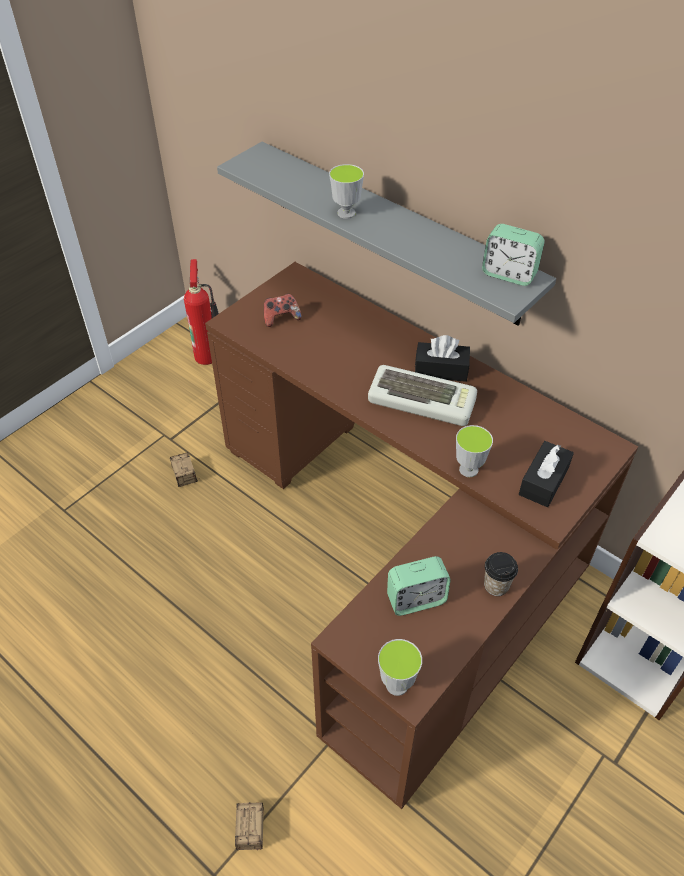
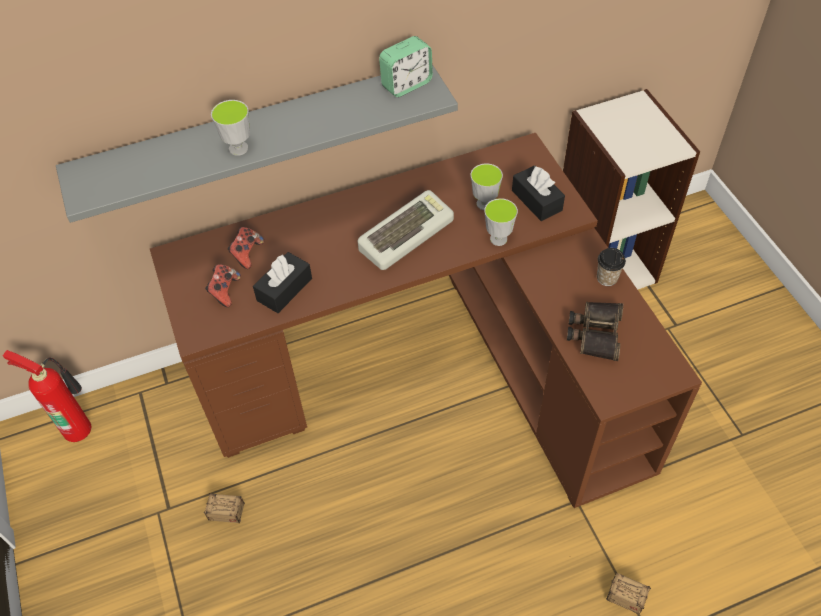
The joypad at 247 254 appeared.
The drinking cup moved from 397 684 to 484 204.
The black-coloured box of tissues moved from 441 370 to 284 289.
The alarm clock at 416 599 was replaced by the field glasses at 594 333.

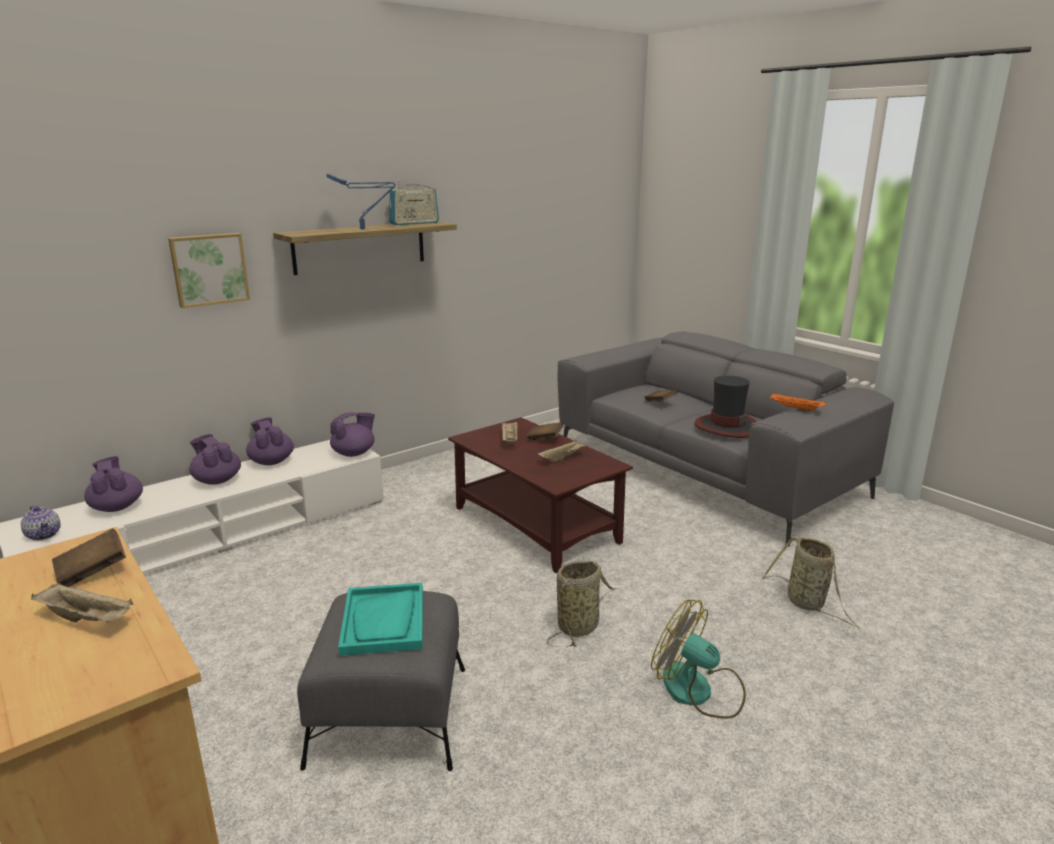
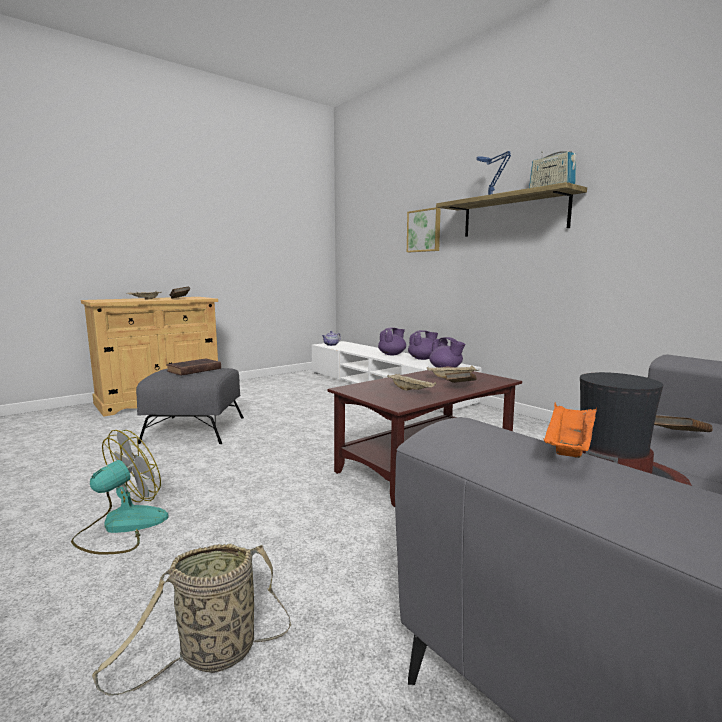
The purplish pot for tea at 117 507 disappeared.
The basket at 580 626 disappeared.
The turquoise-coloured serving tray at 384 621 was replaced by the brown book at 193 370.

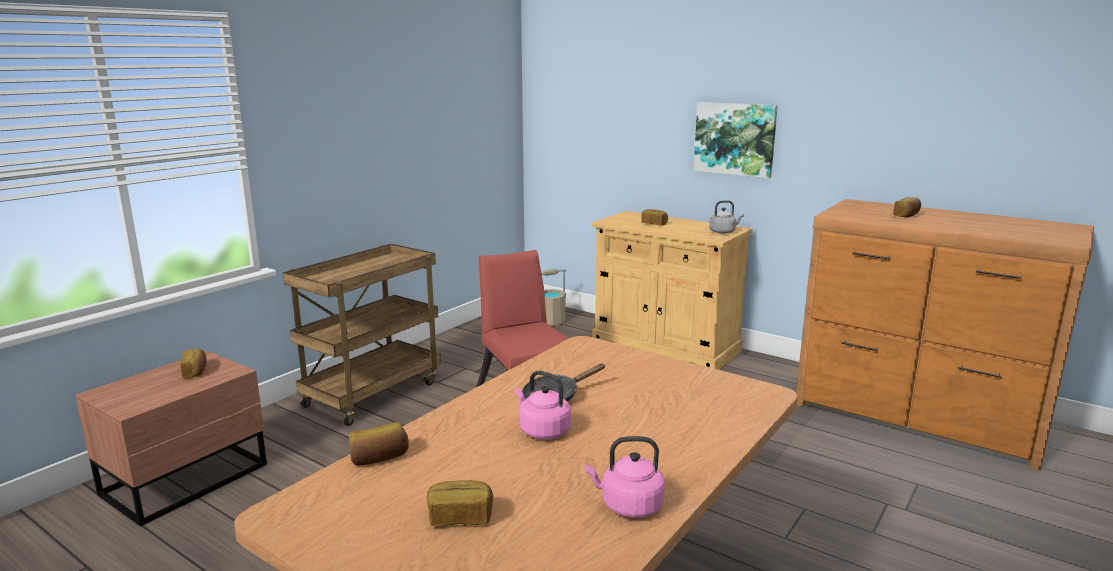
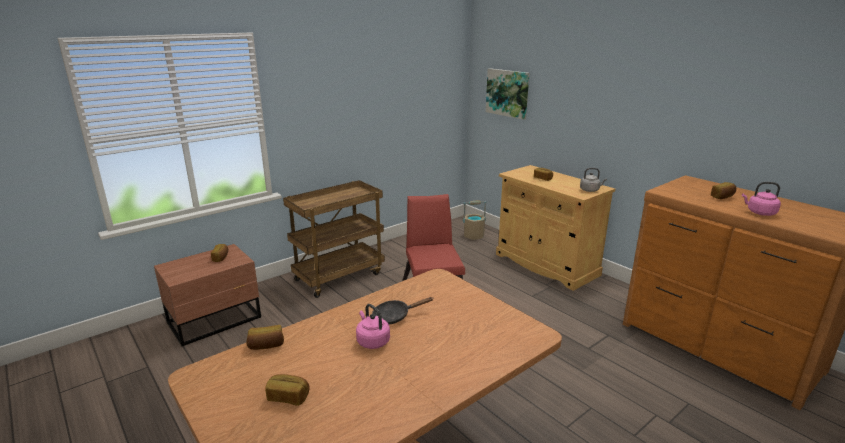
The pinkish tea kettle moved from 628 506 to 759 213.
The picture moved from 735 139 to 507 93.

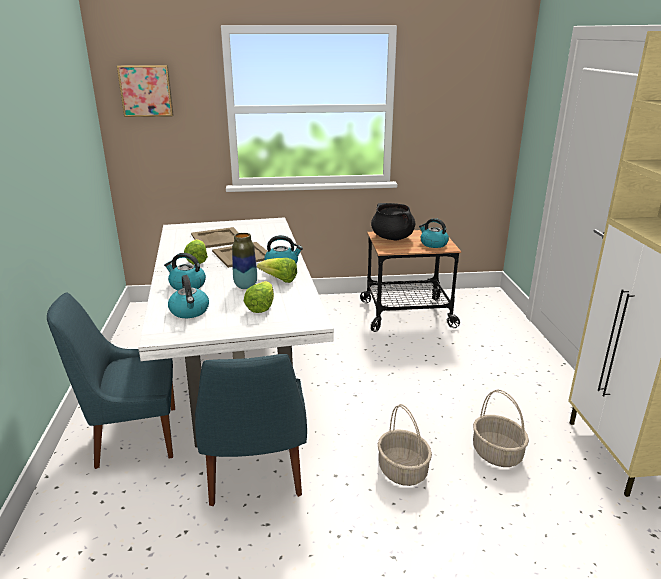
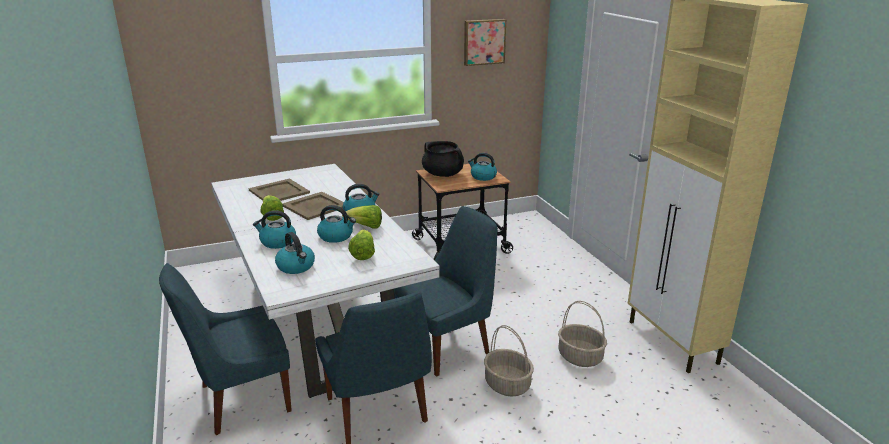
The bluish plain chair at 446 345 appeared.
The picture moved from 146 91 to 484 42.
The vase at 245 286 was replaced by the tea kettle at 336 236.

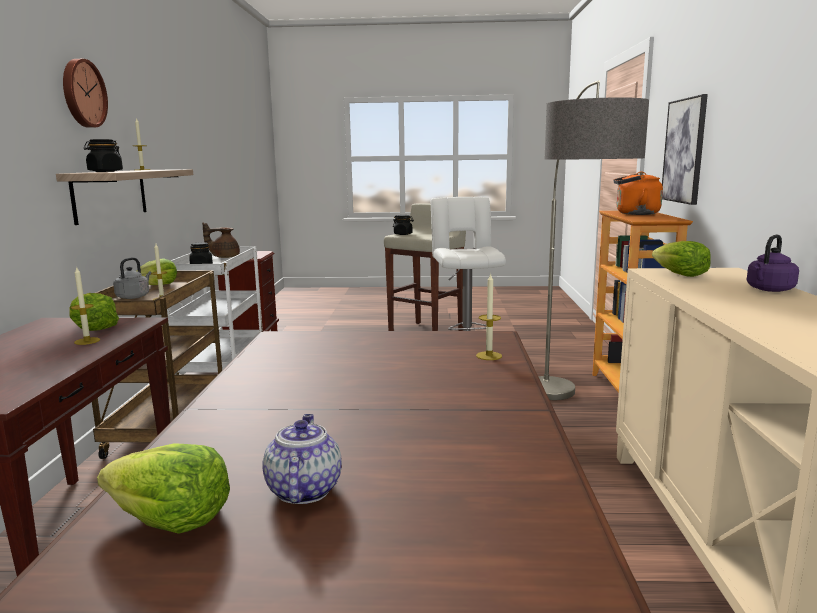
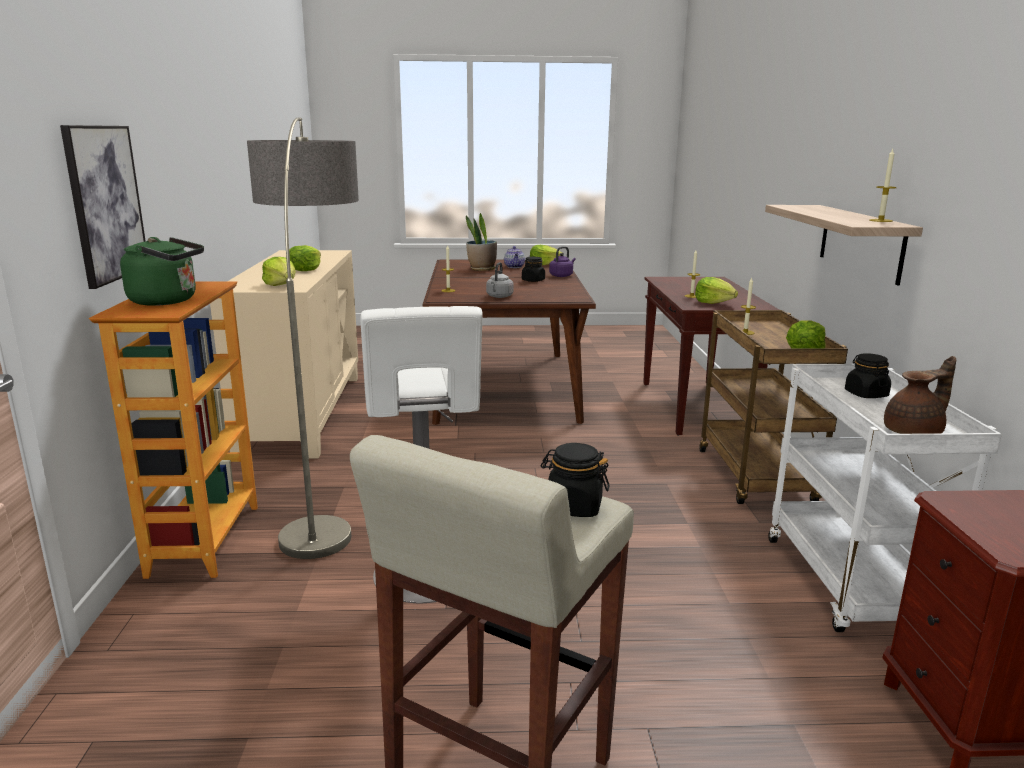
The hanging clock at 82 93 disappeared.
The head of lettuce at 306 269 appeared.
The plant in a pot at 482 269 appeared.
The black-coloured preserve jar moved from 105 171 to 533 280.
The greyish tea kettle moved from 134 296 to 499 297.
The purplish tea kettle moved from 769 290 to 562 275.
The orange tea kettle at 634 214 became the green tea kettle at 168 301.

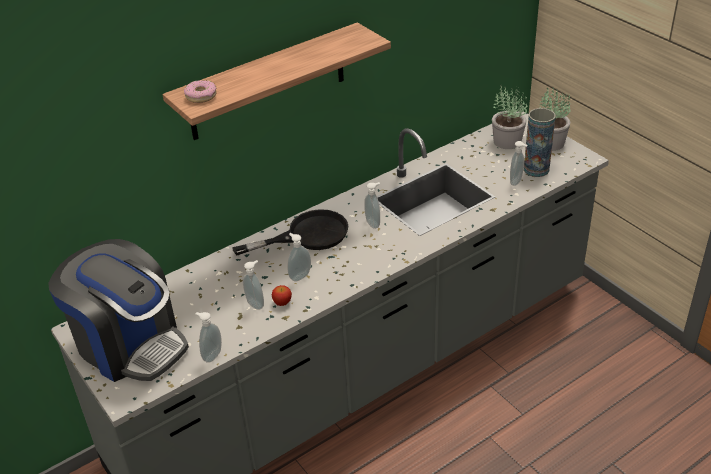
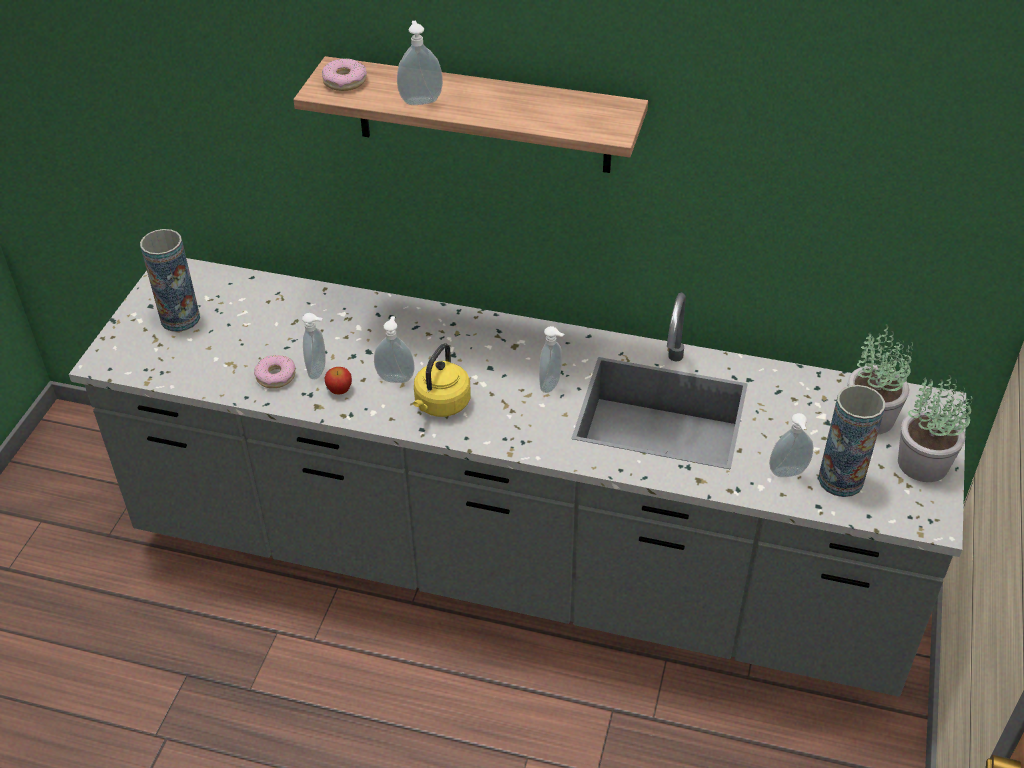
The black-coloured pan at 307 235 disappeared.
The ring doughnut at 276 376 appeared.
The yellow tea kettle at 441 405 appeared.
The liquid soap bottle moved from 211 355 to 420 100.
The coffee brewer at 130 344 was replaced by the vase at 180 318.

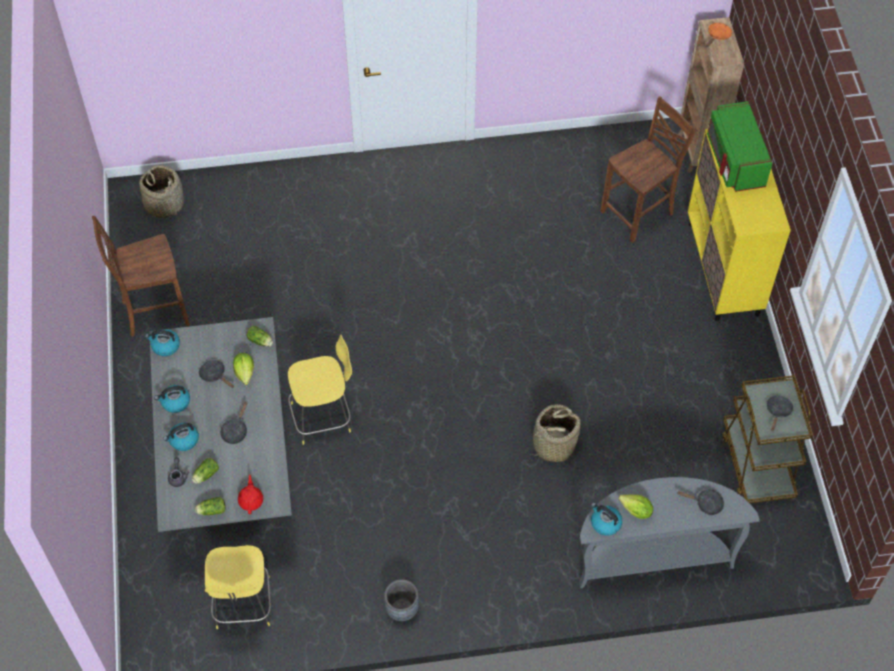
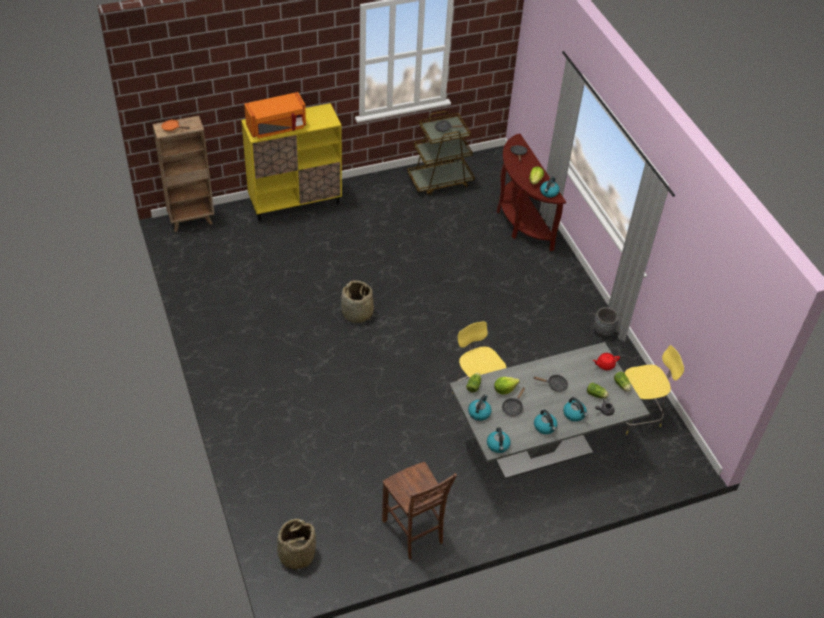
The brown plain chair at 639 213 disappeared.
The tea kettle at 479 412 appeared.
The basket moved from 553 445 to 357 313.
The greyish console table at 652 557 became the brown console table at 520 221.
The green microwave at 734 160 became the orange microwave at 277 128.

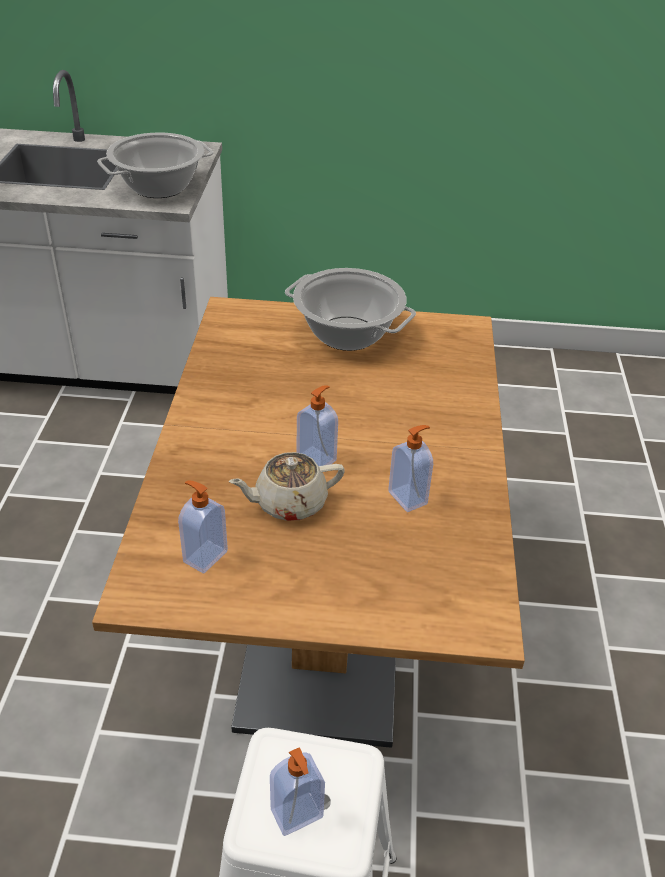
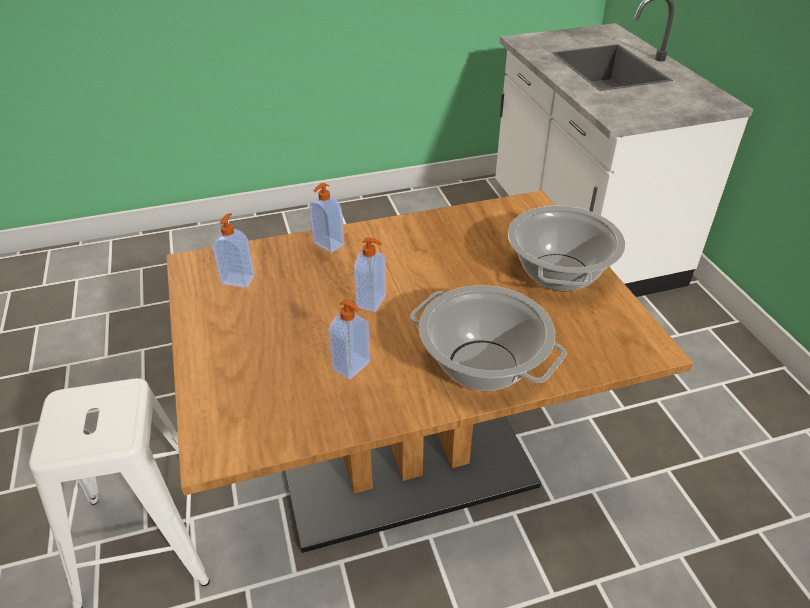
The beige-coloured pot for tea at 289 503 disappeared.
The cooking pot moved from 159 187 to 482 365.
The liquid soap bottle moved from 297 815 to 328 244.

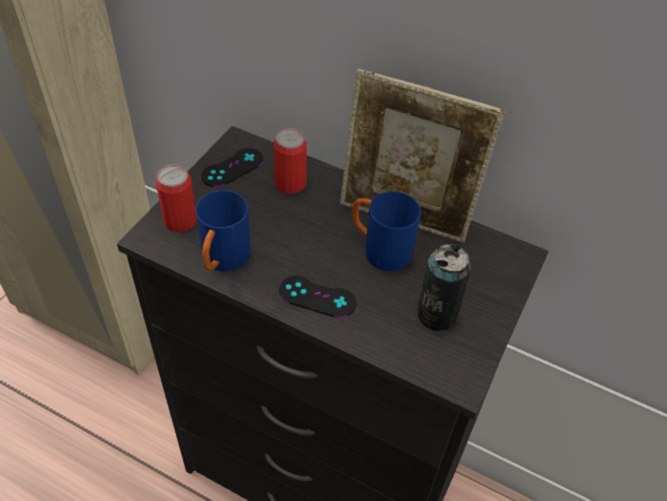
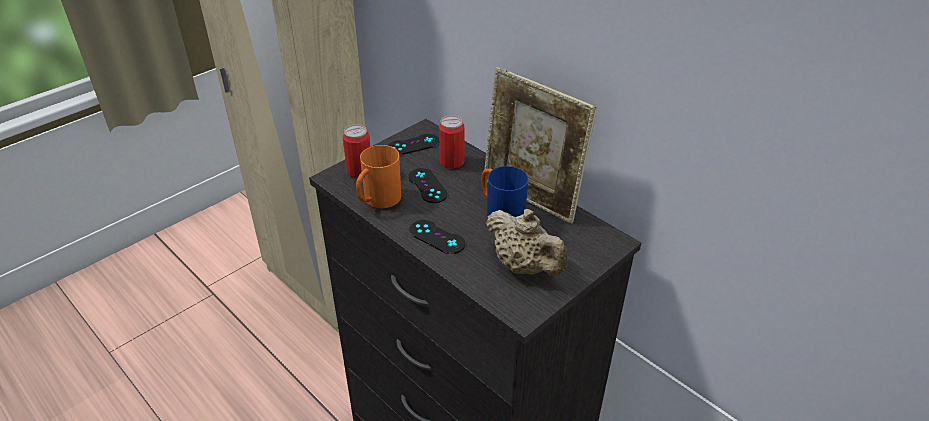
The black-coloured joypad at 427 186 appeared.
The can at 436 315 was replaced by the beige-coloured pot for tea at 524 267.
The bluish coffee mug at 223 261 became the orange coffee mug at 378 202.

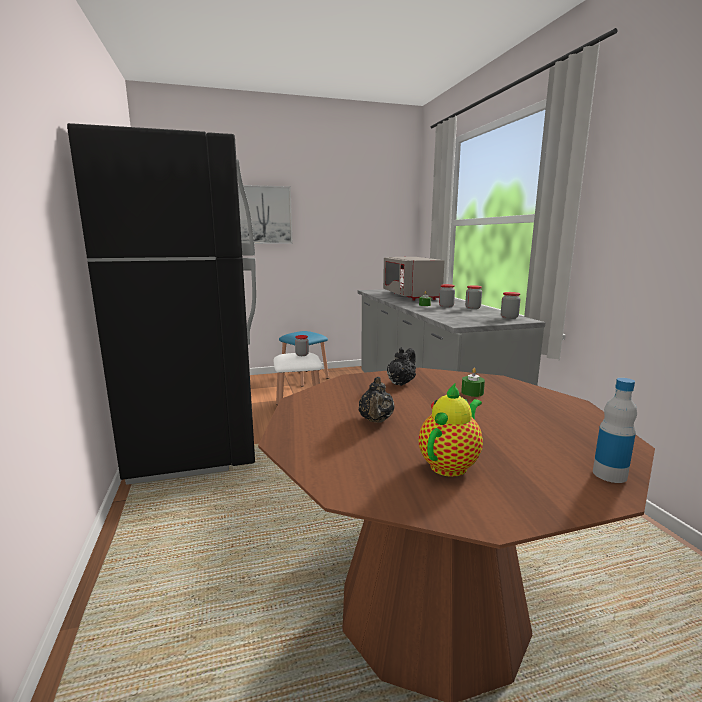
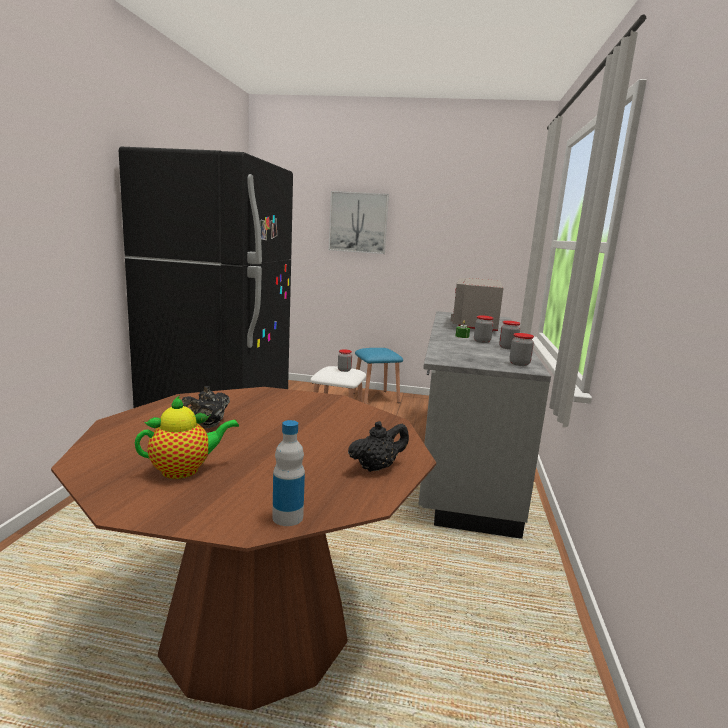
The green wax candle at 472 392 disappeared.
The black-coloured pot for tea moved from 401 383 to 377 467.

